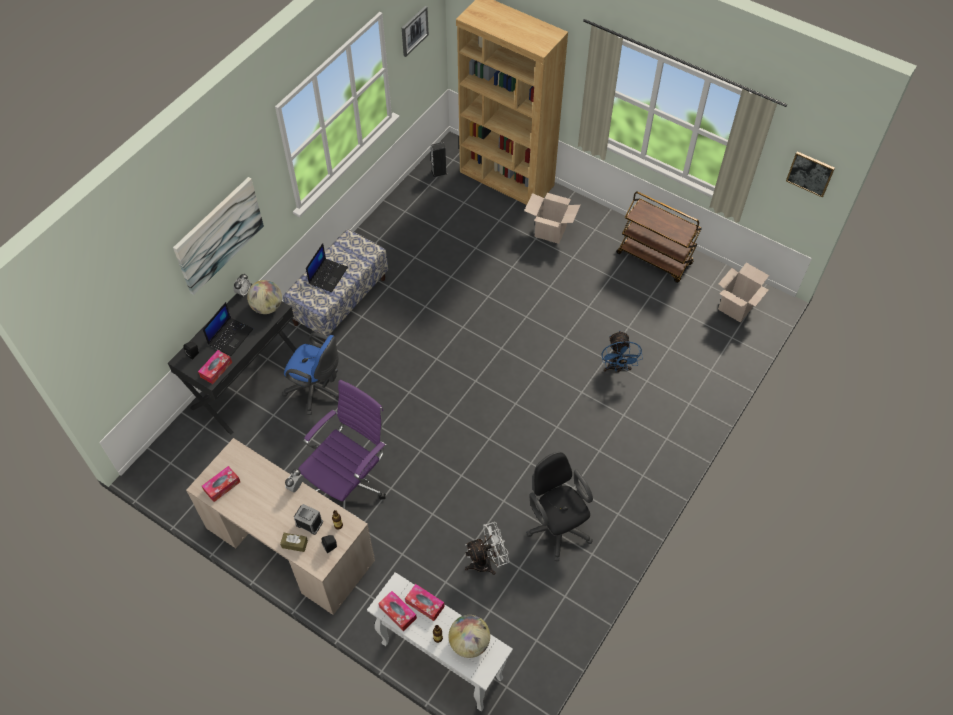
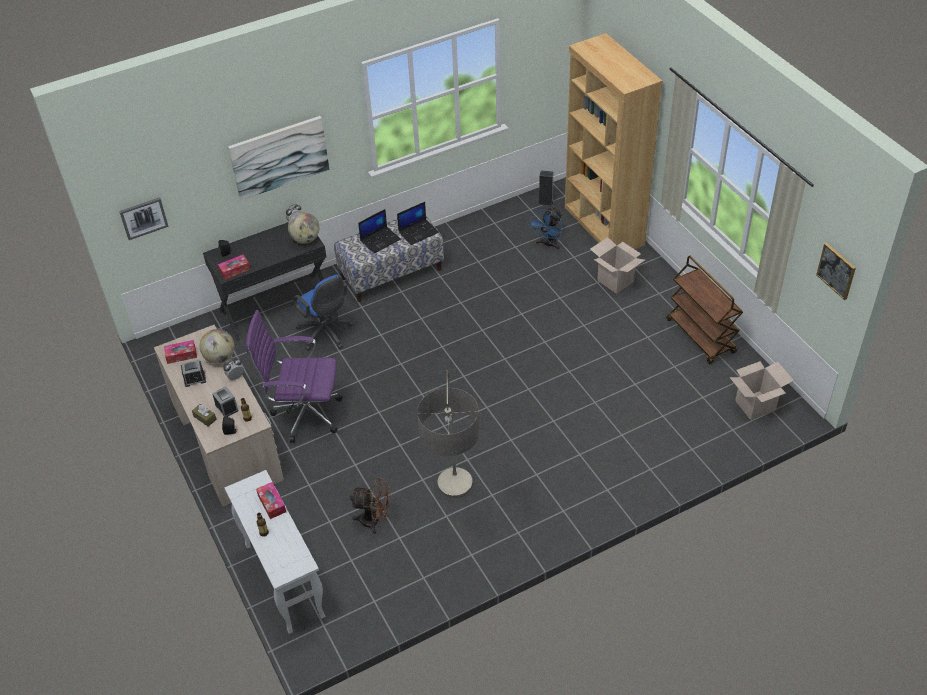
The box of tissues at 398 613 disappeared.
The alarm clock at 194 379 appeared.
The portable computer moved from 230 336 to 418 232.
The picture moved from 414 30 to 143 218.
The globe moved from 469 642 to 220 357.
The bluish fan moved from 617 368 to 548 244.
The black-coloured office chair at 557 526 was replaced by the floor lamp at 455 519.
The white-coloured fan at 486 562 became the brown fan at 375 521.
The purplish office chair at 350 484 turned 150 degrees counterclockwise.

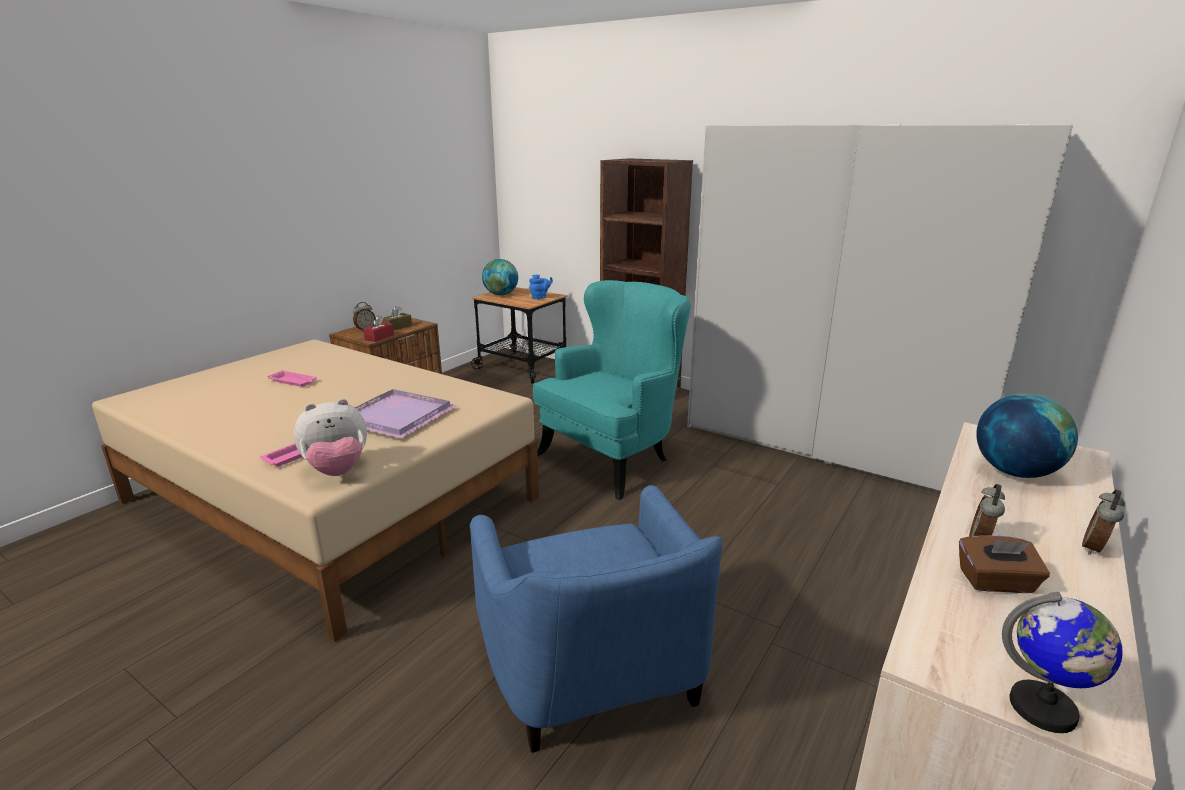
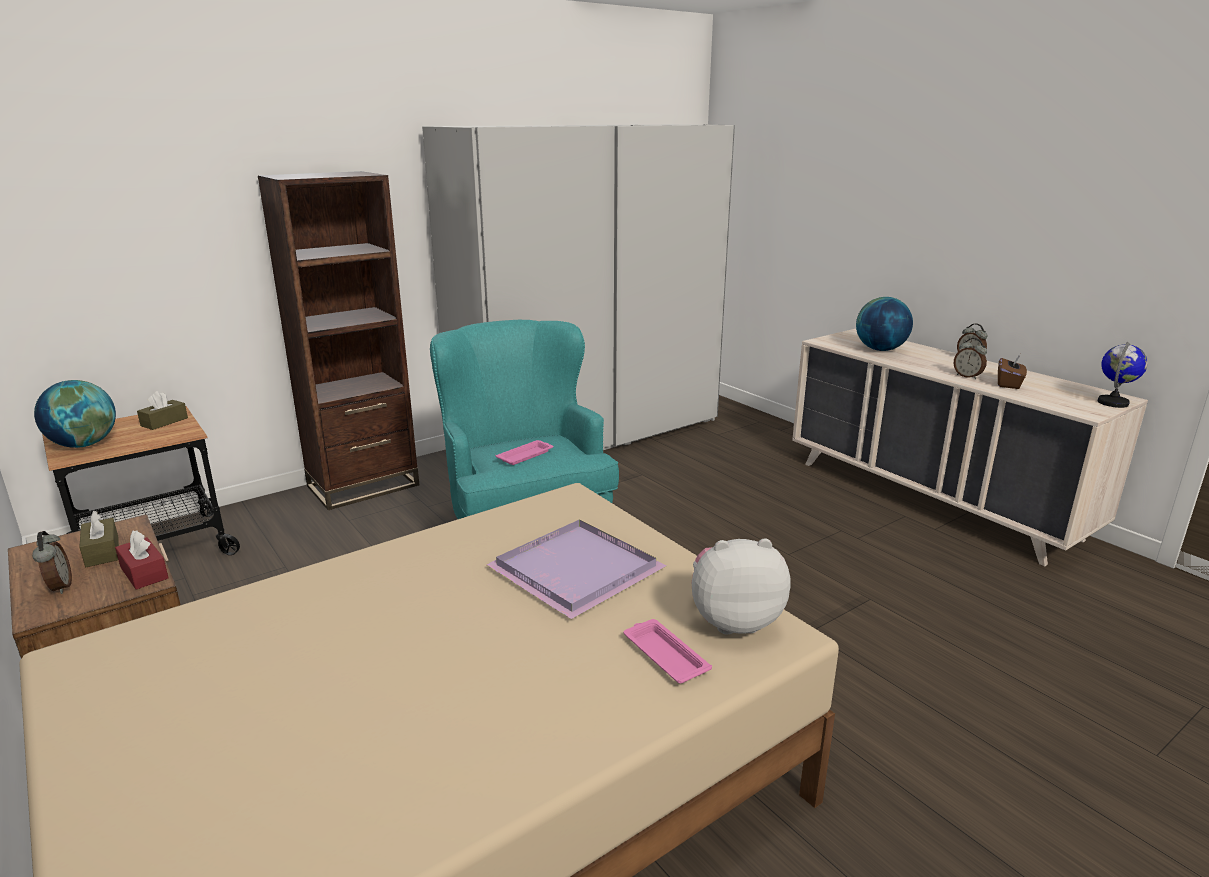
The bluish lounge chair at 594 671 disappeared.
The pinkish serving tray moved from 293 381 to 526 455.
The bluish pot for tea at 540 297 was replaced by the brown box of tissues at 164 422.
The plush toy at 337 471 turned 90 degrees counterclockwise.

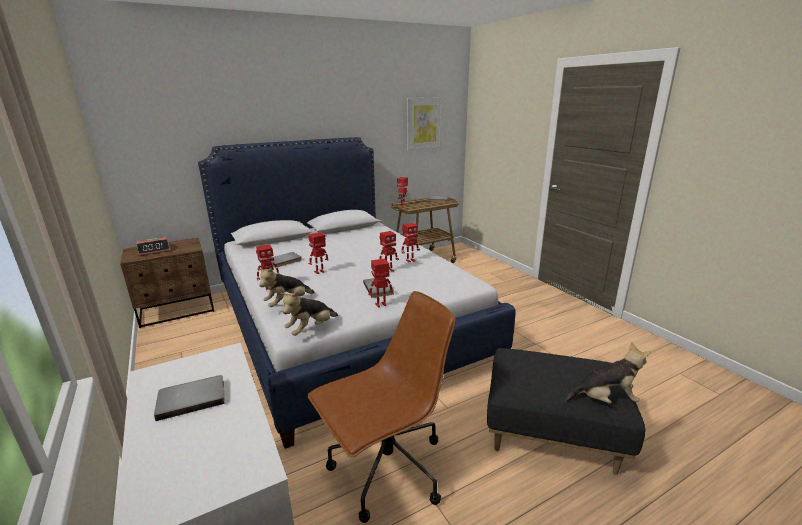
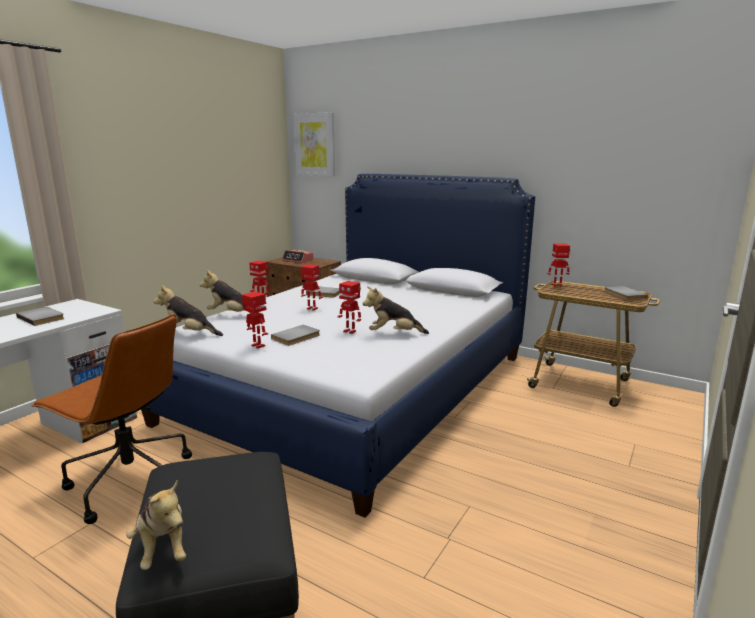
The picture moved from 424 124 to 314 144.
The toy robot at 410 260 was replaced by the plush toy at 394 334.

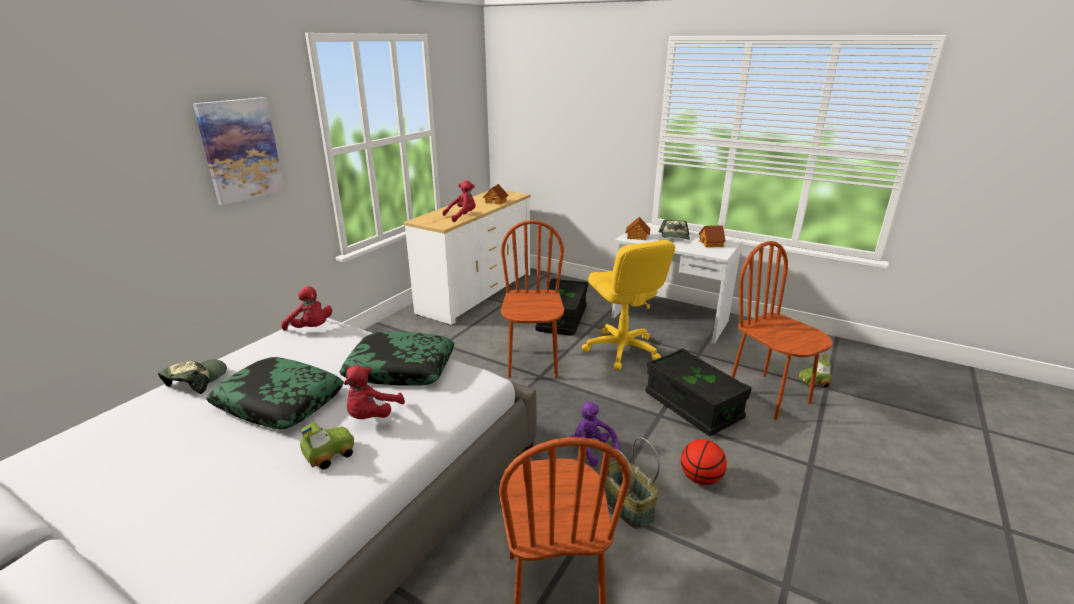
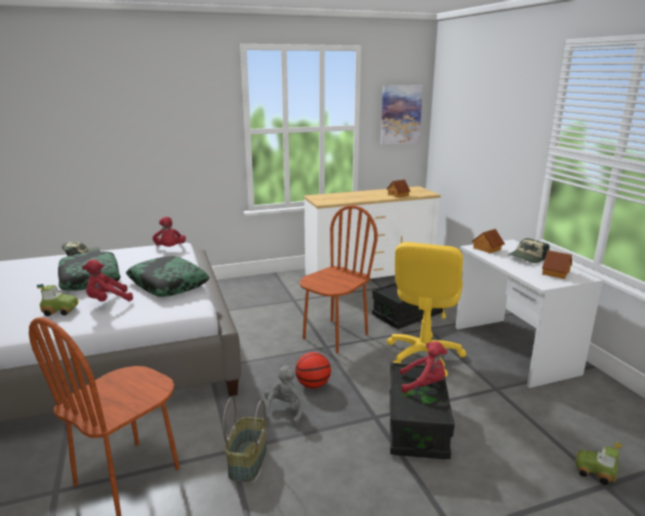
The brown plain chair at 769 396 disappeared.
The picture moved from 240 150 to 400 114.
The reddish plush toy moved from 462 216 to 424 384.
The ball for basketball moved from 700 478 to 313 385.
The purplish plush toy at 591 449 became the greyish plush toy at 284 411.

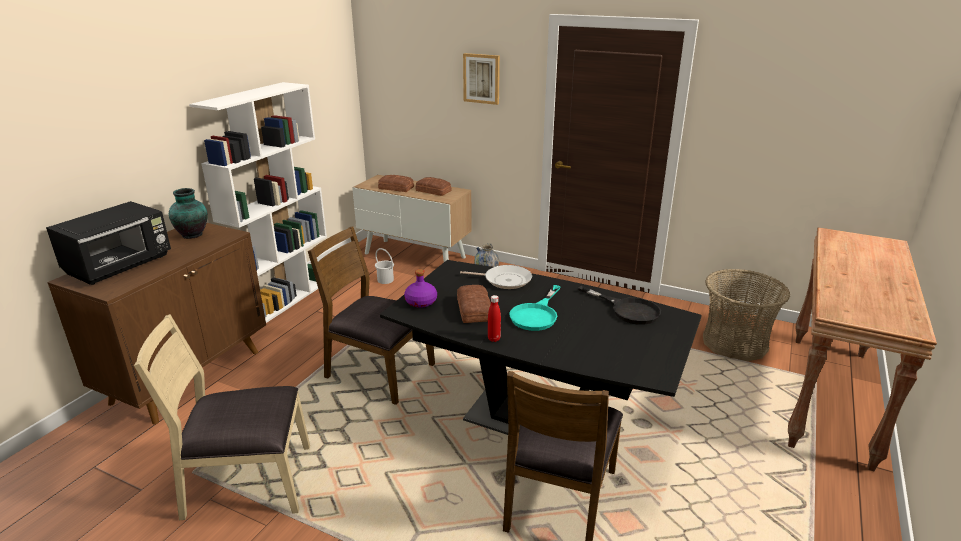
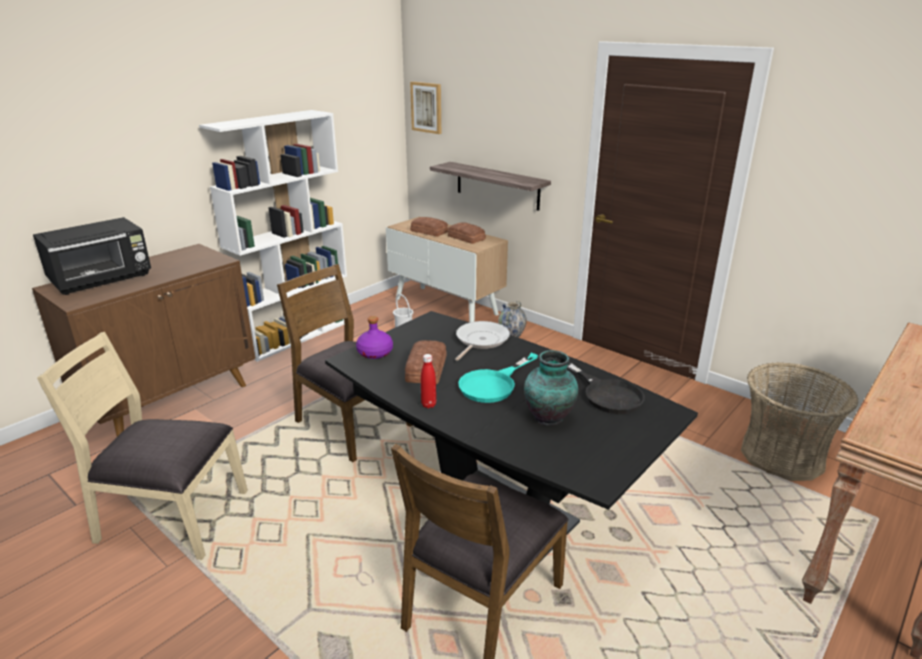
The wall shelf at 497 185 appeared.
The vase moved from 193 234 to 549 417.
The picture moved from 481 78 to 427 107.
The pan at 505 280 turned 90 degrees counterclockwise.

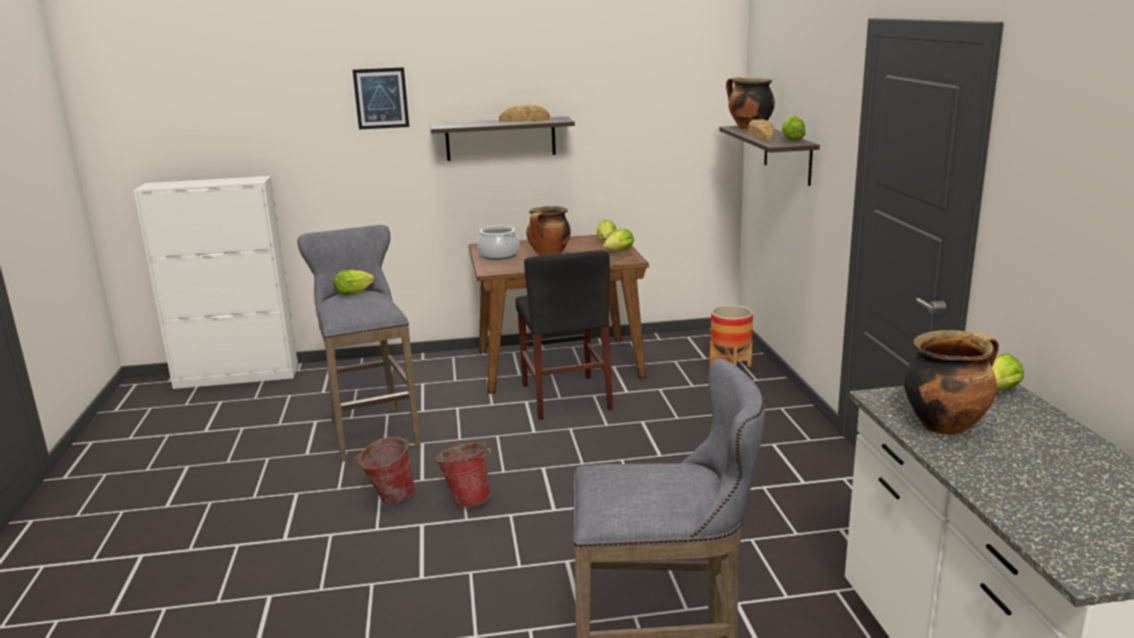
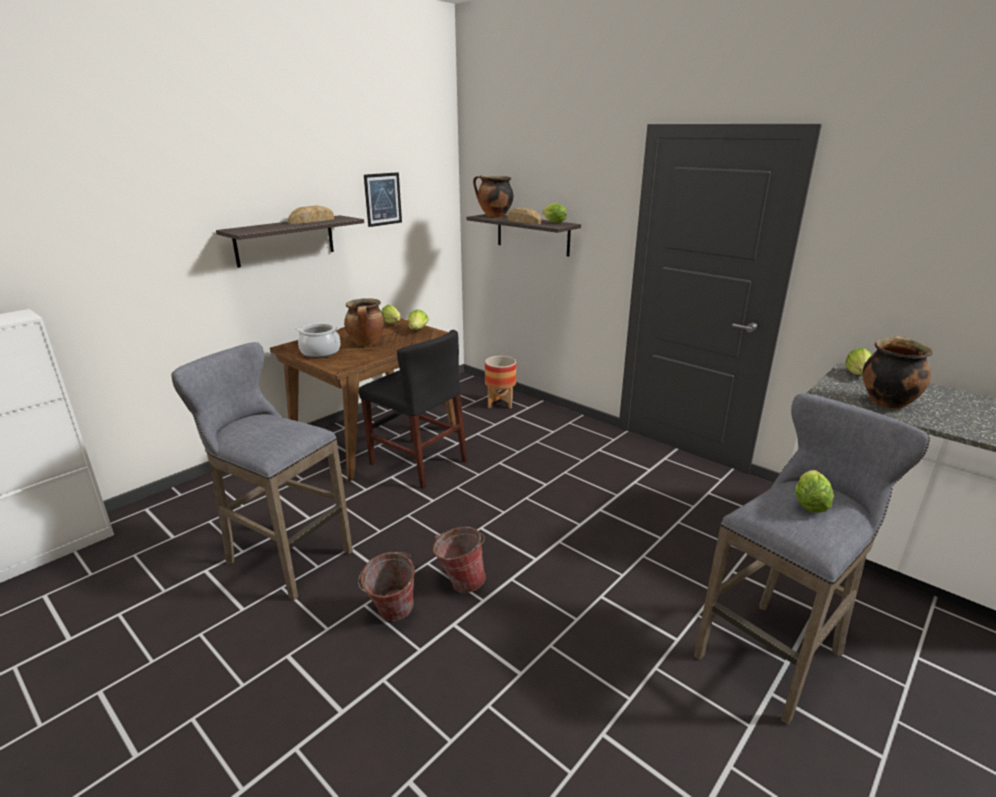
The head of lettuce moved from 355 293 to 809 502.
The picture moved from 381 98 to 383 199.

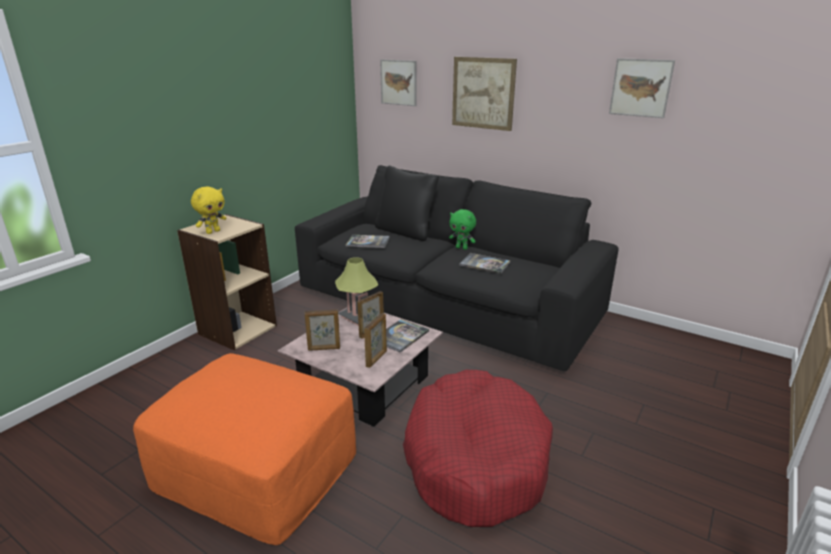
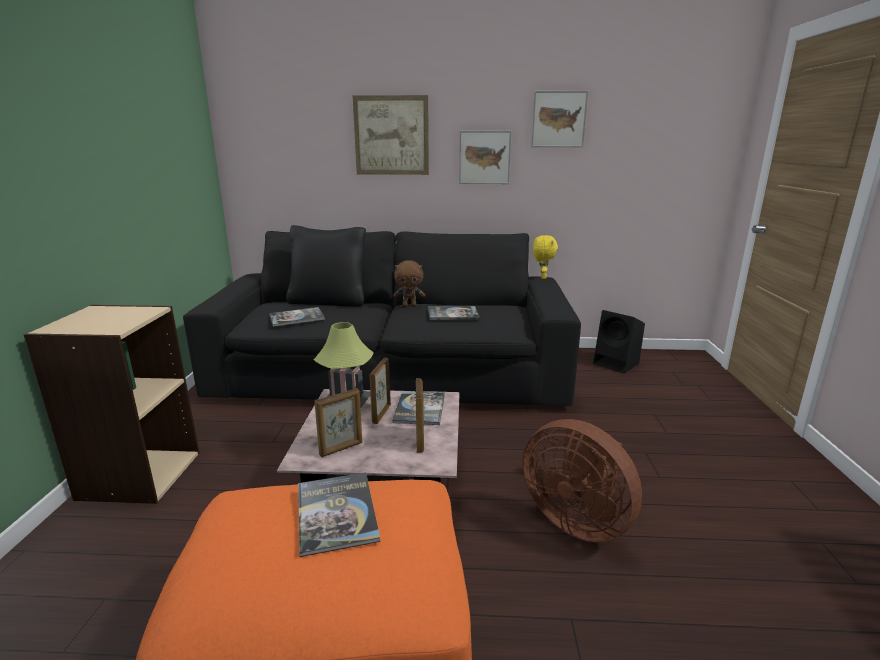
The book at 336 513 appeared.
The black-coloured loudspeaker at 617 363 appeared.
The yellow plush toy moved from 213 232 to 542 277.
The picture moved from 398 82 to 484 157.
The reddish dog cushion at 474 459 was replaced by the brown fan at 577 520.
The green plush toy at 462 248 became the brown plush toy at 409 305.

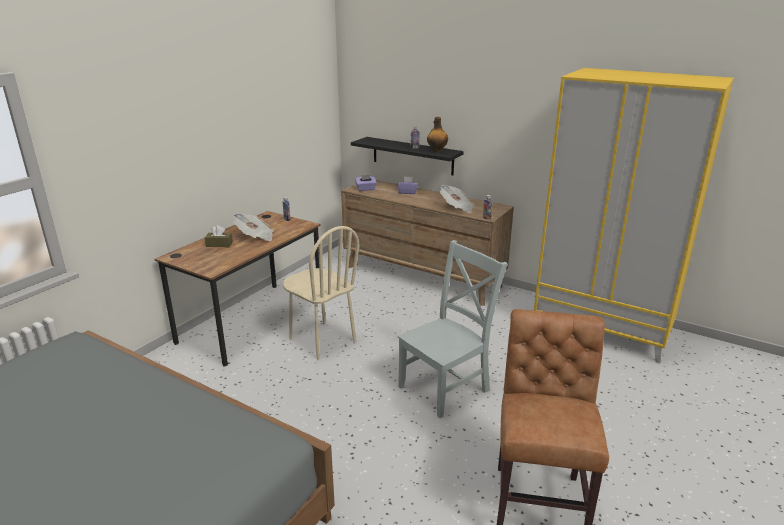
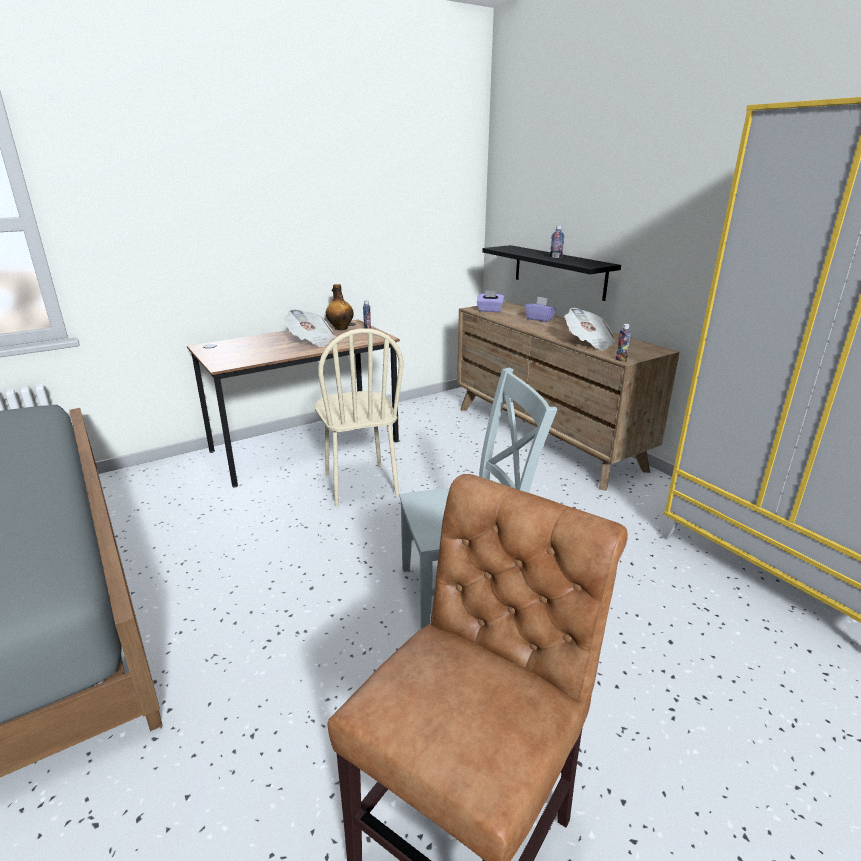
The brown box of tissues at 219 244 disappeared.
The bottle moved from 437 150 to 340 328.

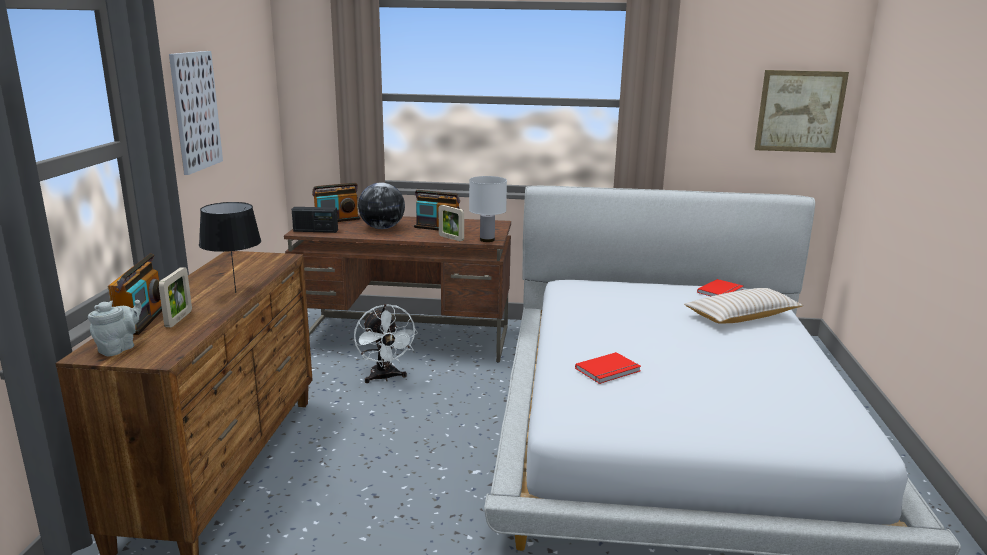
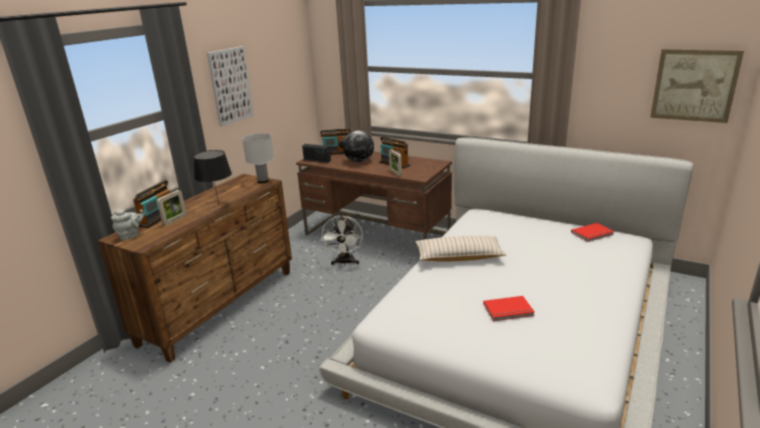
The white-coloured tabletop lamp moved from 487 240 to 263 181.
The reddish book moved from 609 370 to 509 310.
The beige-coloured throw pillow moved from 742 317 to 459 257.

